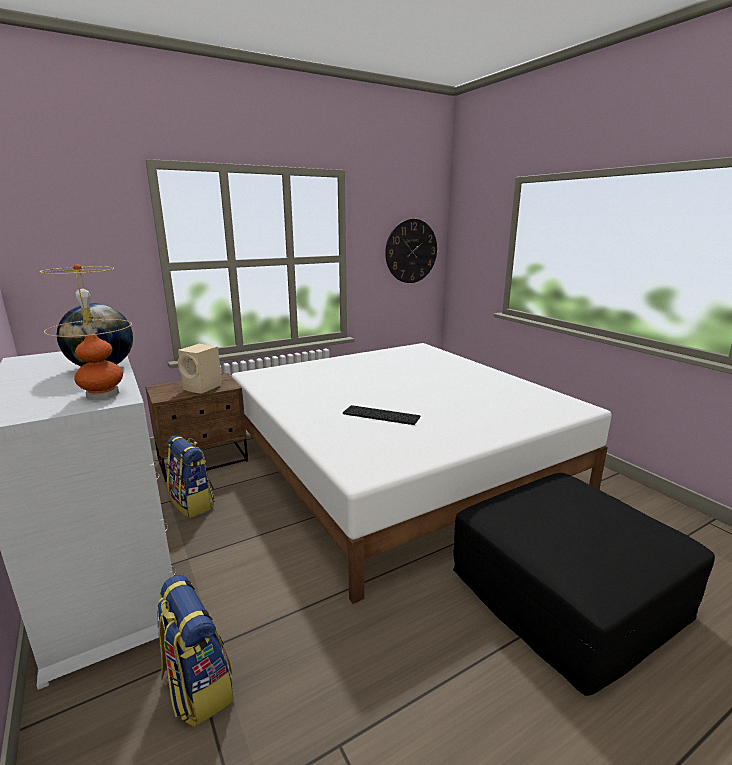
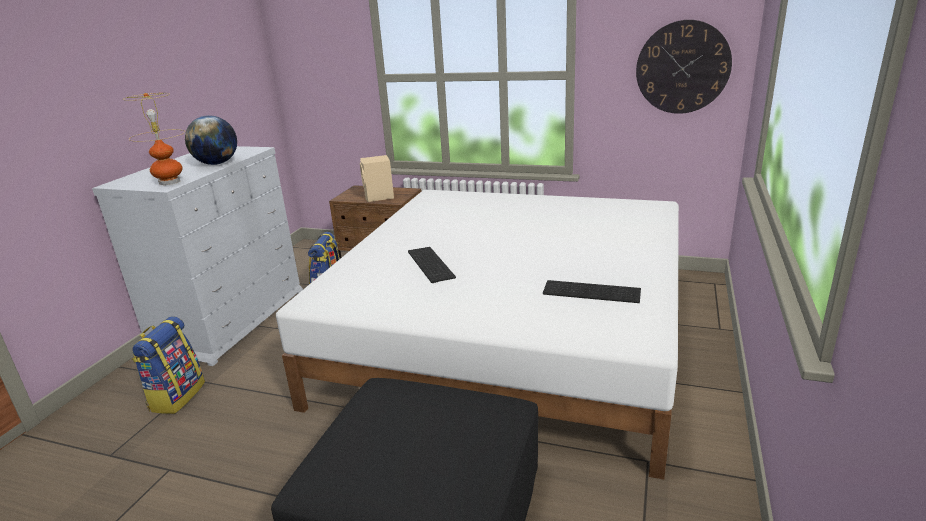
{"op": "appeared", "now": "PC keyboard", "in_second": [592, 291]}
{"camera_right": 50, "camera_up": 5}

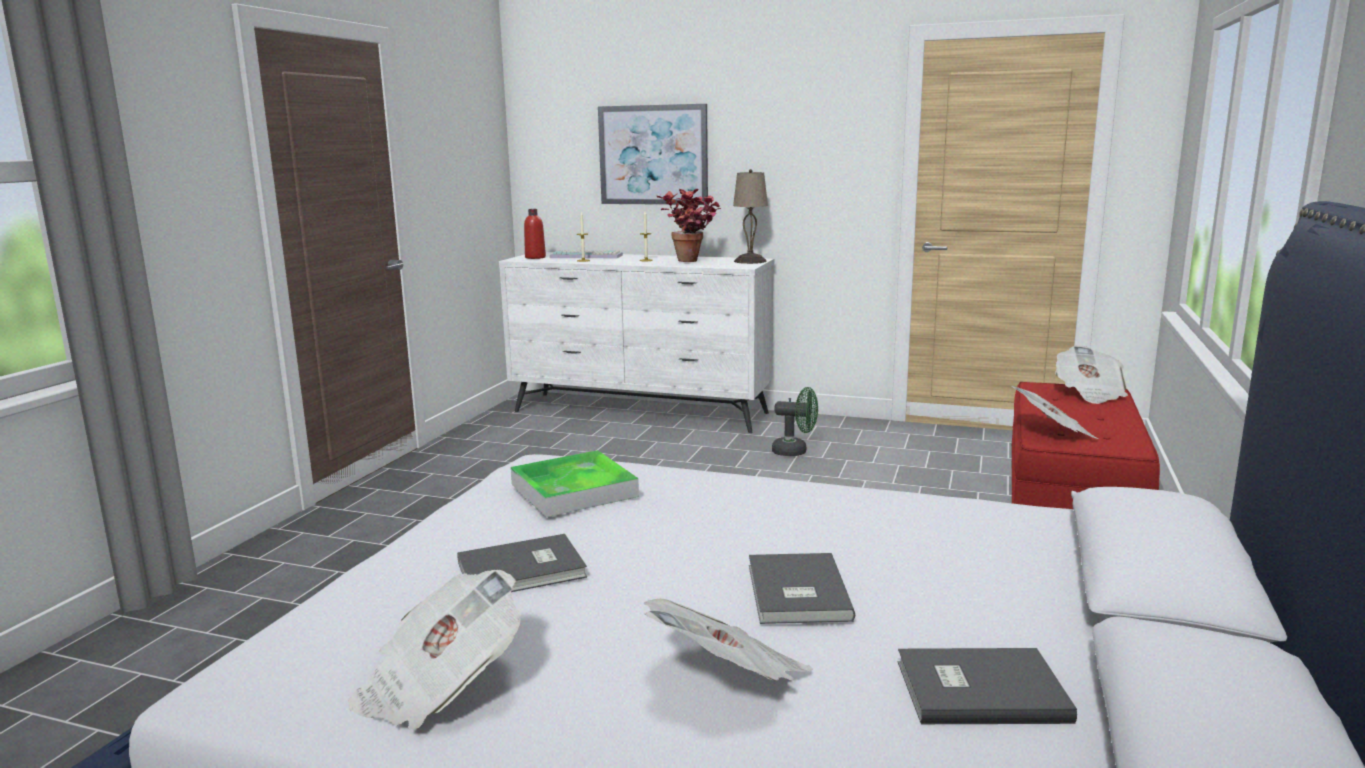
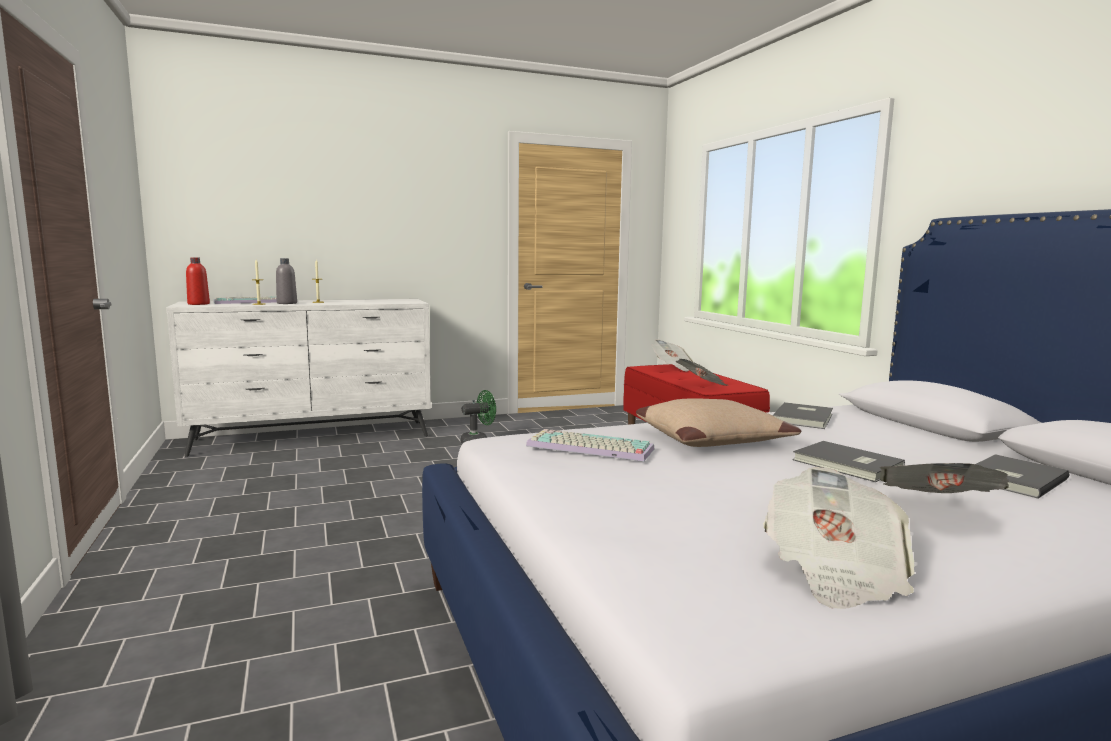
{"op": "missing", "was": "wall art", "in_first": [653, 155]}
{"op": "missing", "was": "plant in a pot", "in_first": [692, 262]}
{"op": "missing", "was": "tabletop lamp/sand-coloured", "in_first": [749, 261]}
{"op": "appeared", "now": "bottle/greyish", "in_second": [287, 303]}
{"op": "appeared", "now": "throw pillow/sand-coloured", "in_second": [711, 439]}
{"op": "relocated", "was": "bound book/greyish", "in_first": [524, 571], "in_second": [805, 418]}
{"op": "exchanged", "was": "carrying tray", "now": "PC keyboard", "in_first": [574, 490], "in_second": [587, 448]}
{"camera_right": -40, "camera_up": -5}

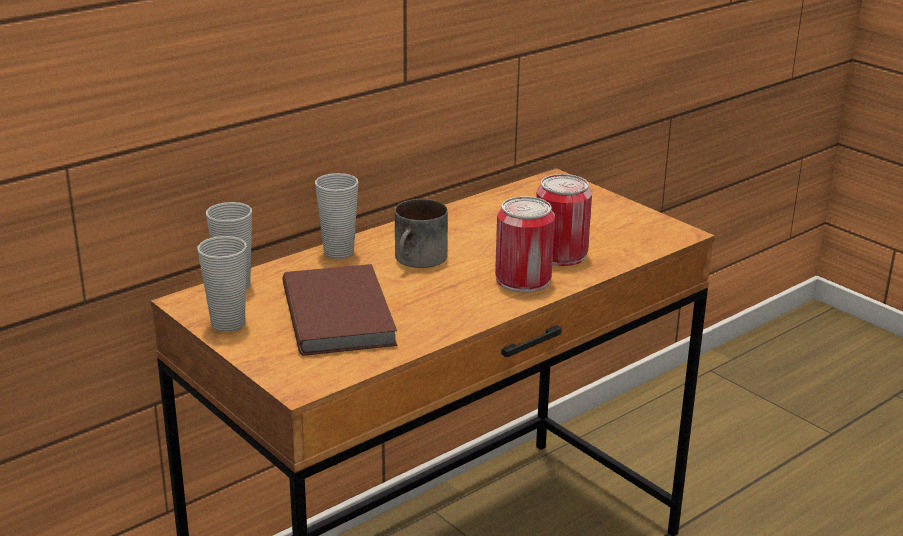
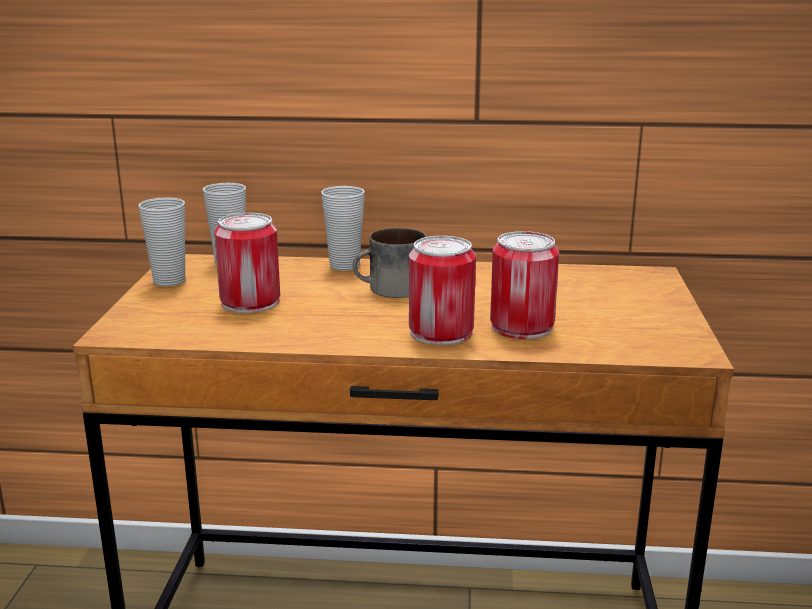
{"op": "exchanged", "was": "bound book/brown", "now": "can", "in_first": [341, 313], "in_second": [250, 302]}
{"camera_right": 45, "camera_up": -5}

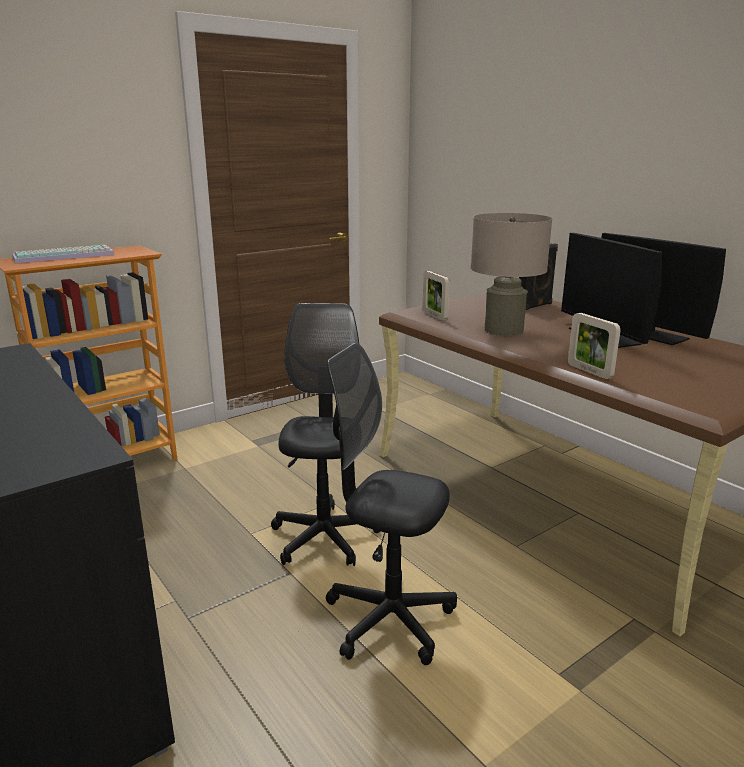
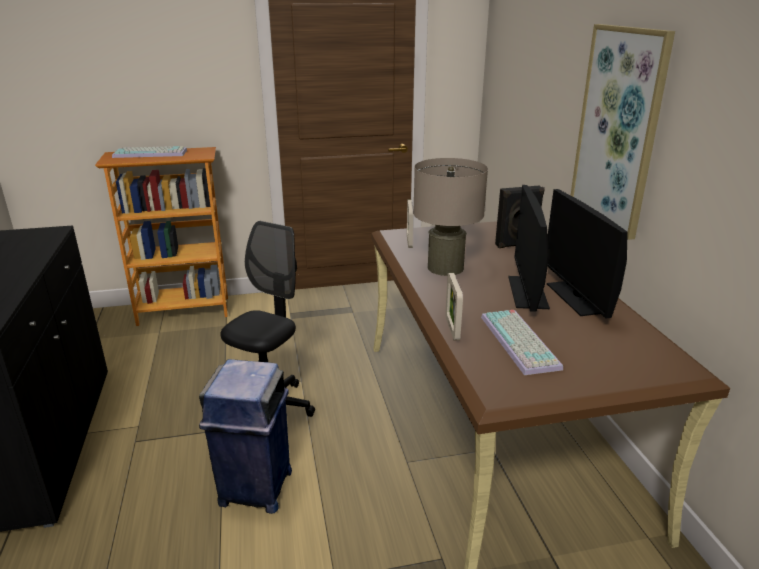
{"op": "appeared", "now": "PC keyboard", "in_second": [521, 342]}
{"op": "appeared", "now": "wall art", "in_second": [618, 129]}
{"op": "exchanged", "was": "office chair/black", "now": "rubbish bin/bluish", "in_first": [389, 619], "in_second": [255, 489]}
{"camera_right": 25, "camera_up": 5}

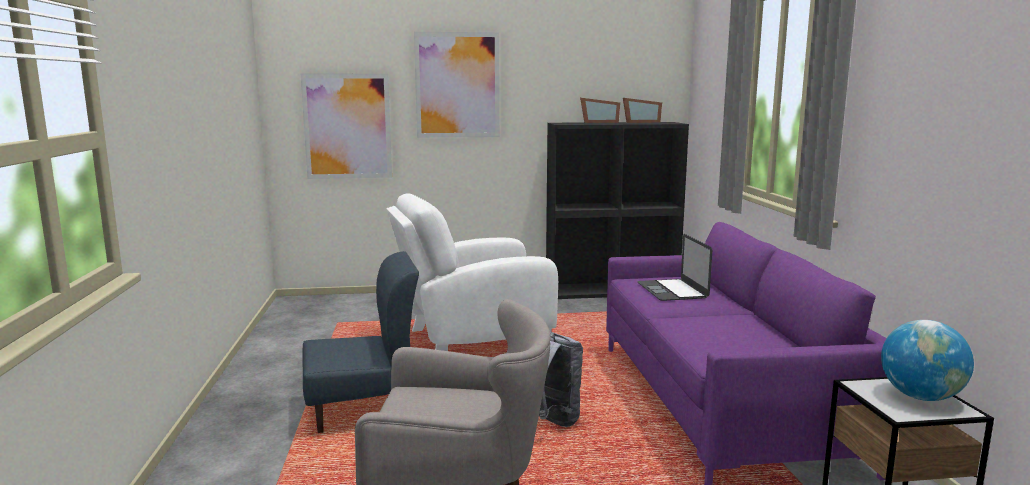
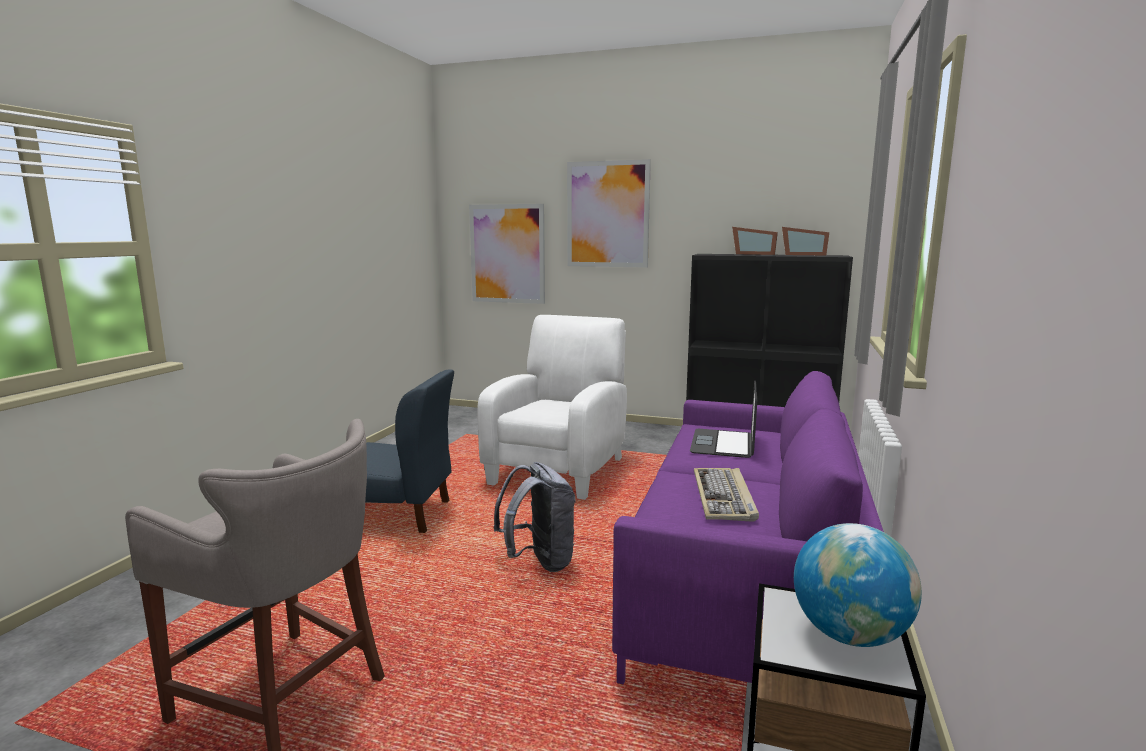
{"op": "appeared", "now": "PC keyboard", "in_second": [724, 497]}
{"op": "spun", "was": "easy chair/whitish", "in_first": [472, 341], "in_second": [560, 469], "clockwise": 105}
{"camera_right": 25, "camera_up": 0}

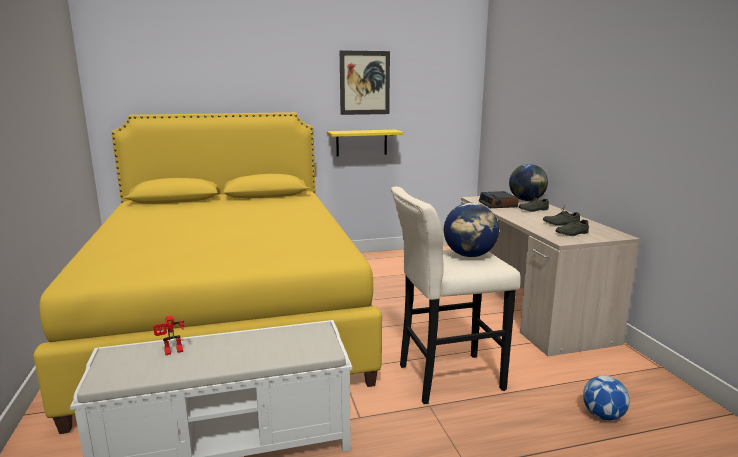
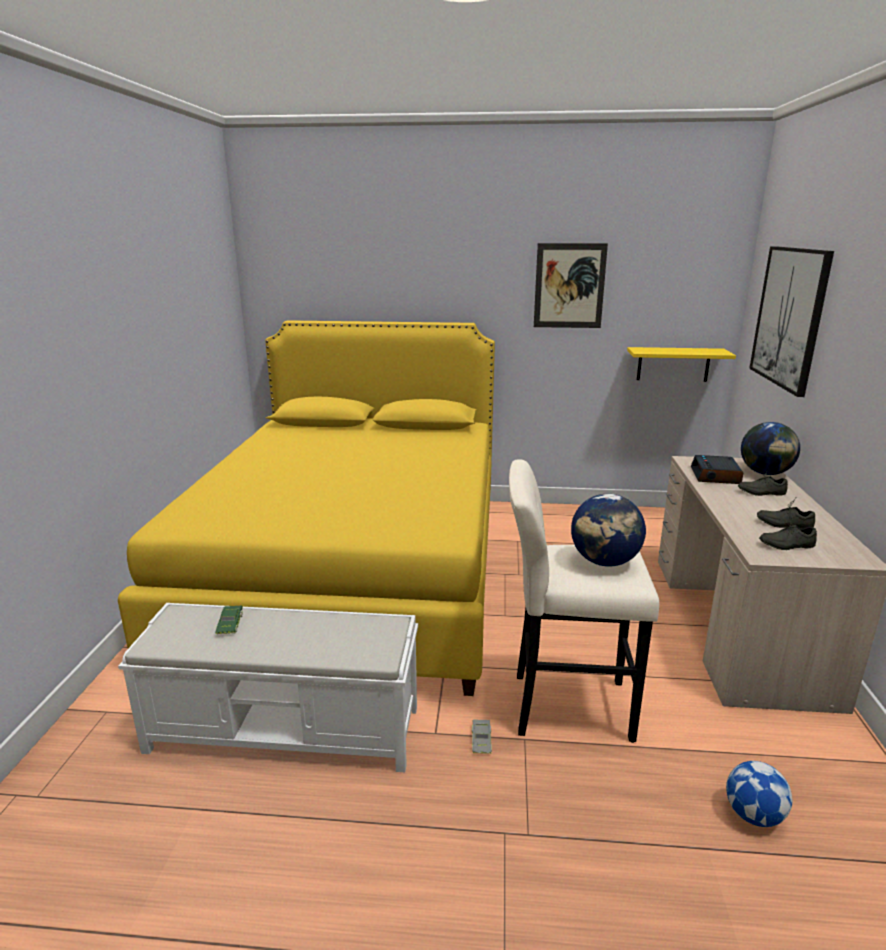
{"op": "appeared", "now": "miniature car/greyish", "in_second": [481, 740]}
{"op": "appeared", "now": "wall art", "in_second": [789, 317]}
{"op": "relocated", "was": "bracket shelf/yellowish", "in_first": [361, 142], "in_second": [673, 364]}
{"op": "exchanged", "was": "robot figure", "now": "miniature car/green-coloured", "in_first": [172, 352], "in_second": [230, 624]}
{"camera_right": 20, "camera_up": 5}

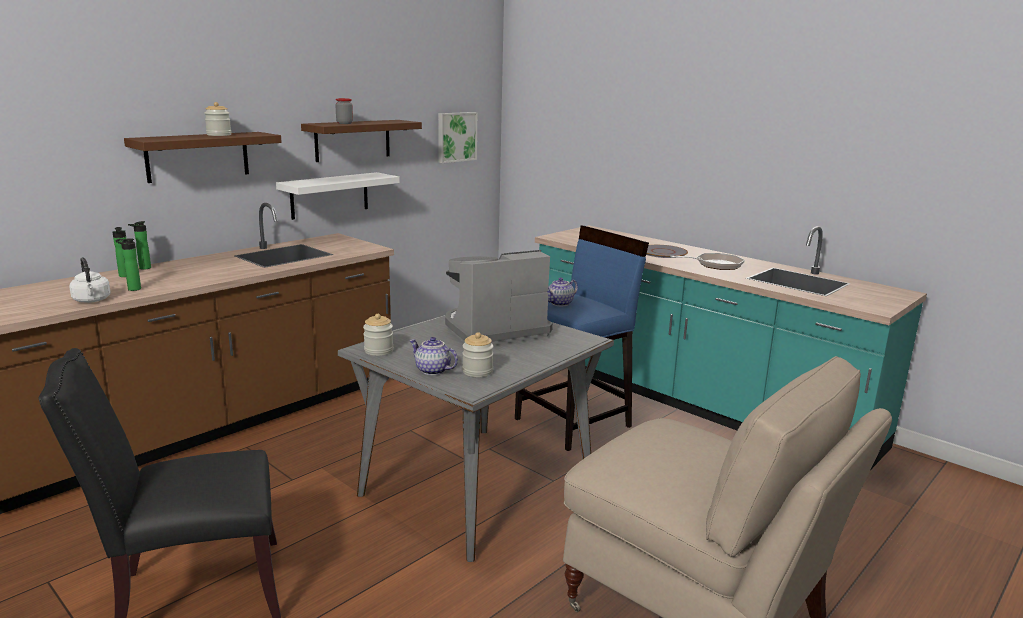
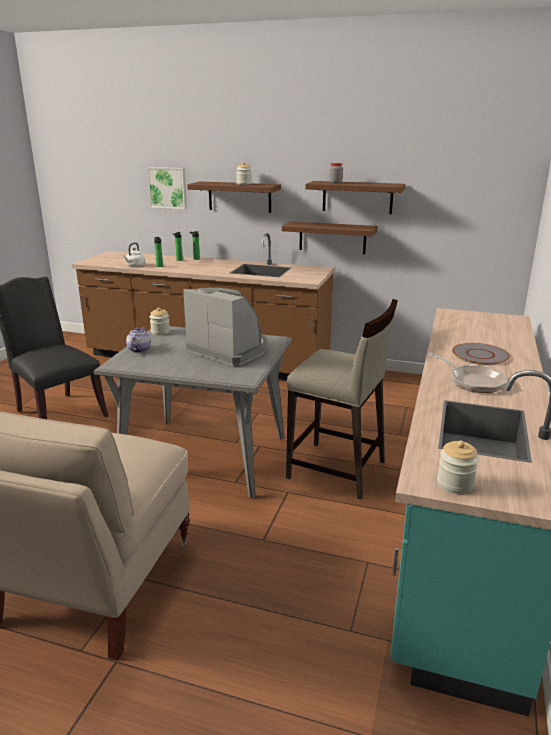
{"op": "missing", "was": "teapot", "in_first": [560, 304]}
{"op": "relocated", "was": "wall art", "in_first": [456, 137], "in_second": [168, 187]}
{"op": "relocated", "was": "storage jar", "in_first": [477, 371], "in_second": [455, 484]}
{"op": "colour", "was": "bracket shelf/whitish", "now": "bracket shelf/brown", "in_first": [329, 195], "in_second": [332, 237]}
{"op": "colour", "was": "stool/bluish", "now": "stool/sand-coloured", "in_first": [574, 422], "in_second": [337, 470]}
{"camera_right": 65, "camera_up": 5}

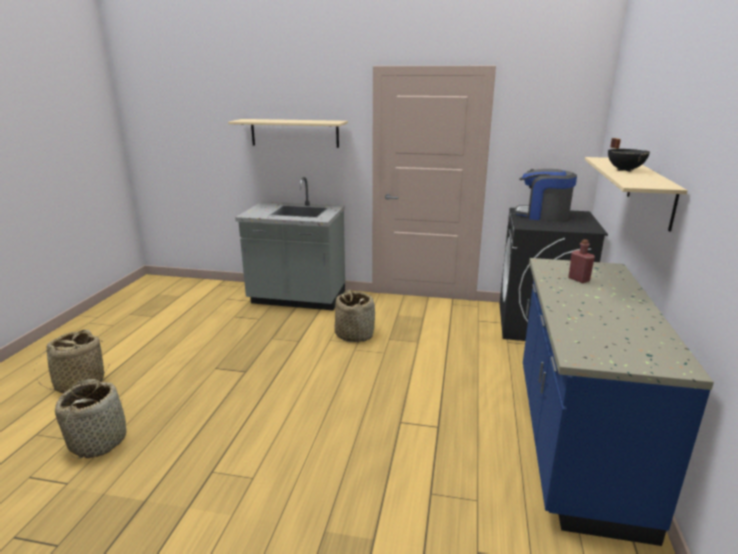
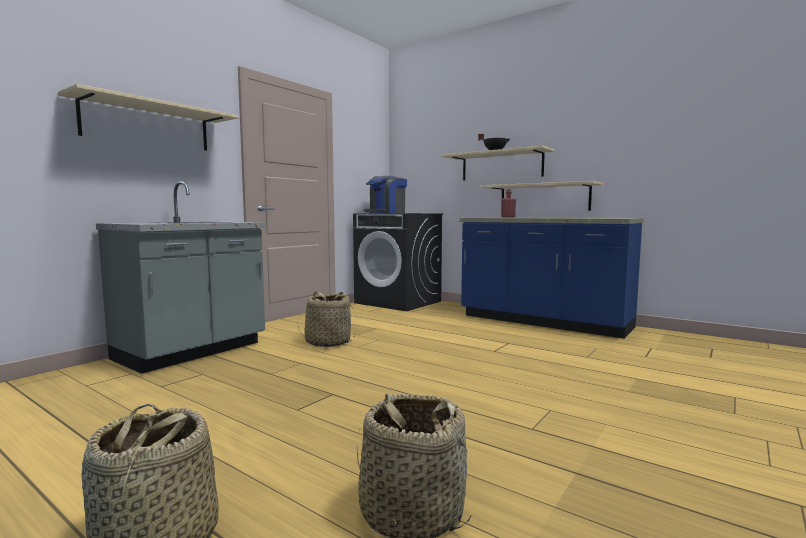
{"op": "appeared", "now": "bracket shelf/sand-coloured", "in_second": [544, 197]}
{"camera_right": -65, "camera_up": -15}

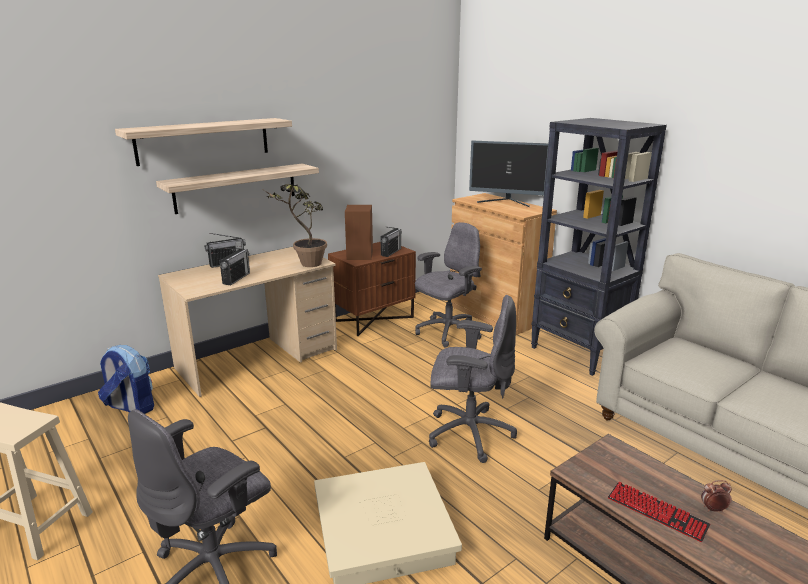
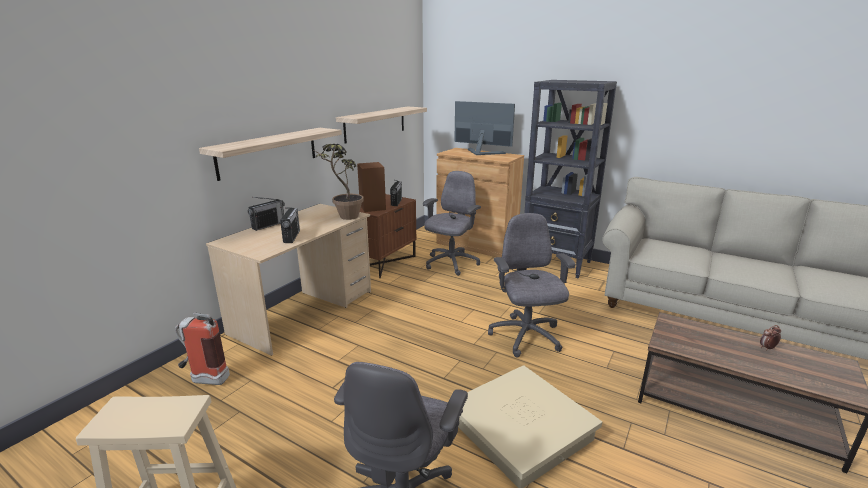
{"op": "missing", "was": "PC keyboard", "in_first": [656, 512]}
{"op": "relocated", "was": "bracket shelf", "in_first": [203, 141], "in_second": [375, 124]}
{"op": "exchanged", "was": "backpack", "now": "fire-fighting cylinder", "in_first": [131, 407], "in_second": [204, 379]}
{"op": "spun", "was": "office chair/greyish", "in_first": [468, 433], "in_second": [526, 337], "clockwise": -90}
{"op": "spun", "was": "monitor", "in_first": [506, 202], "in_second": [481, 153], "clockwise": -150}
{"camera_right": -20, "camera_up": 0}

